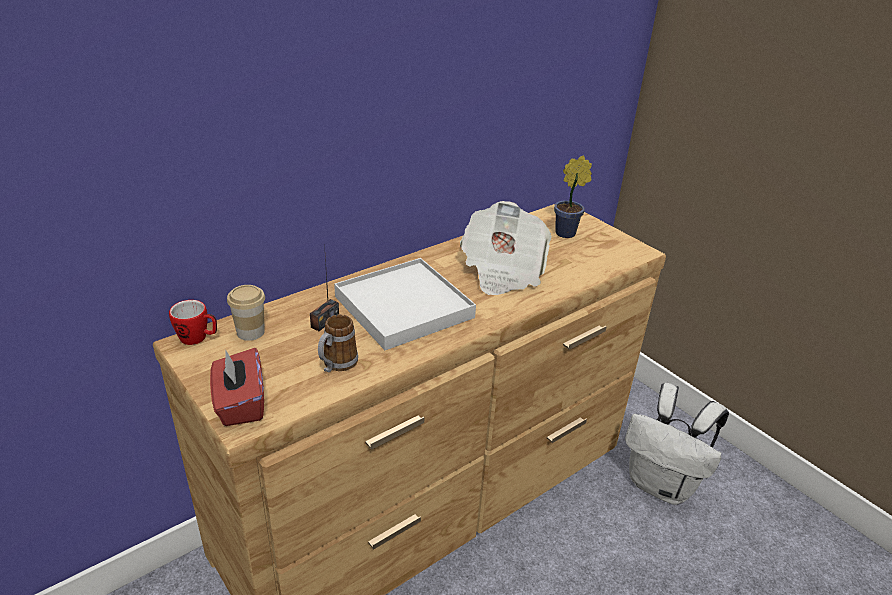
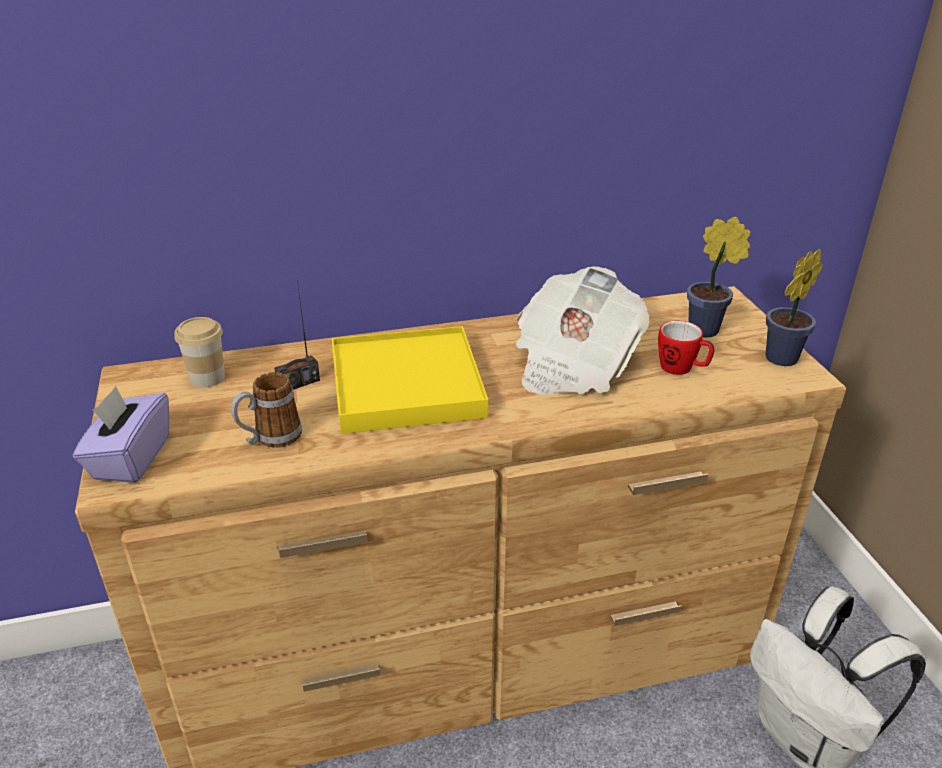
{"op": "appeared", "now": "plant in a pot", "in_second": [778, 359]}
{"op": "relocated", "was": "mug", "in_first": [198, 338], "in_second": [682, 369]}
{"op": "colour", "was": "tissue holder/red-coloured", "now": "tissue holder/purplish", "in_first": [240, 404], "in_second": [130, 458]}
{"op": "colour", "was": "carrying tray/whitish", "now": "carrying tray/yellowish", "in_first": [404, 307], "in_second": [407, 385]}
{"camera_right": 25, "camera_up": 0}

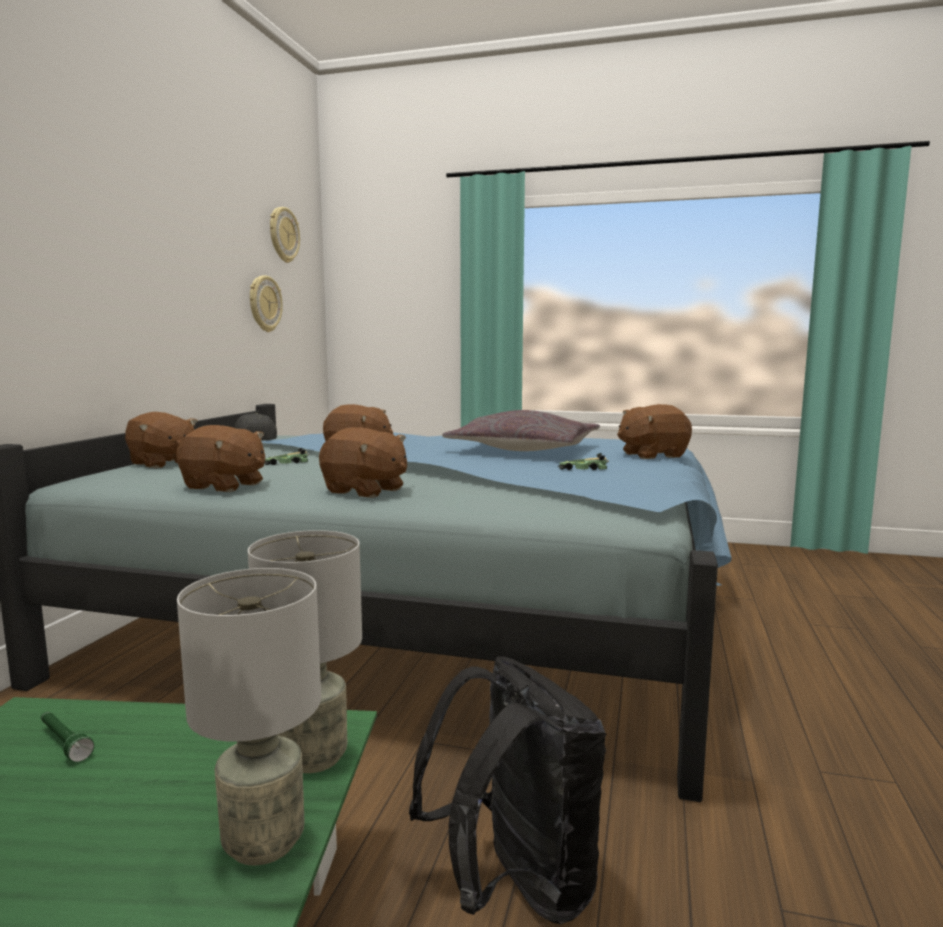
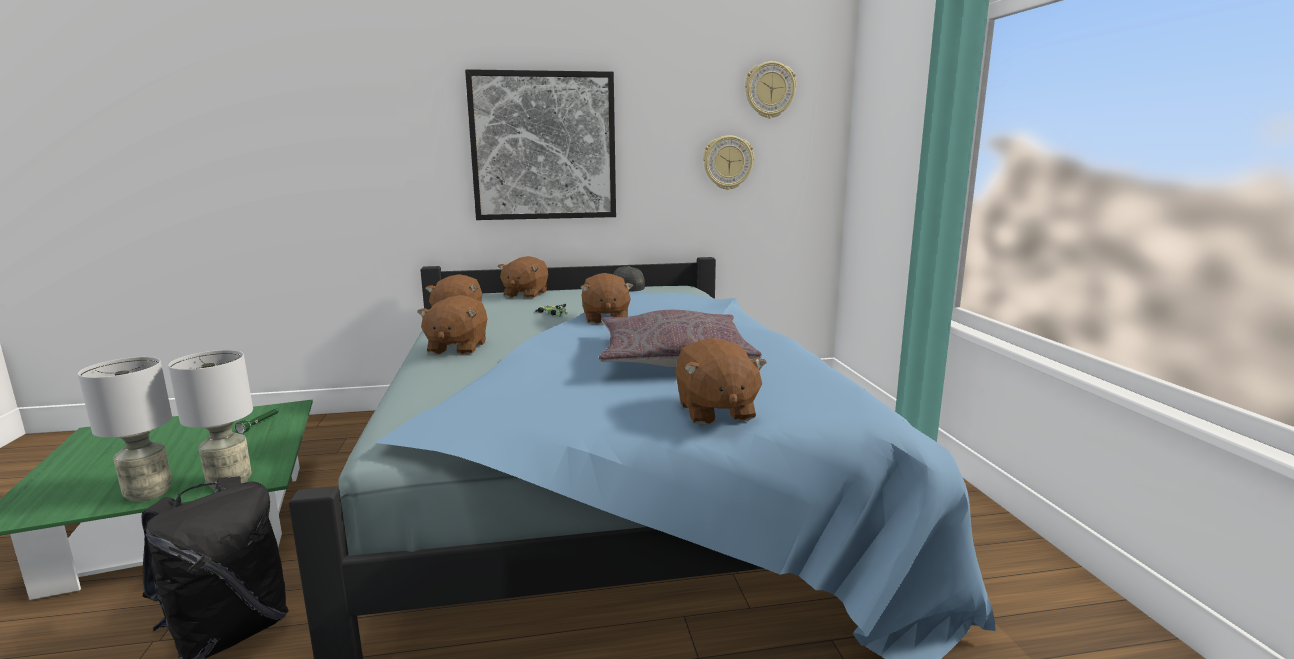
{"op": "missing", "was": "miniature car", "in_first": [583, 468]}
{"op": "appeared", "now": "wall art", "in_second": [543, 146]}
{"op": "spun", "was": "cuddly toy/brown", "in_first": [652, 455], "in_second": [715, 411], "clockwise": -150}
{"camera_right": 65, "camera_up": 5}

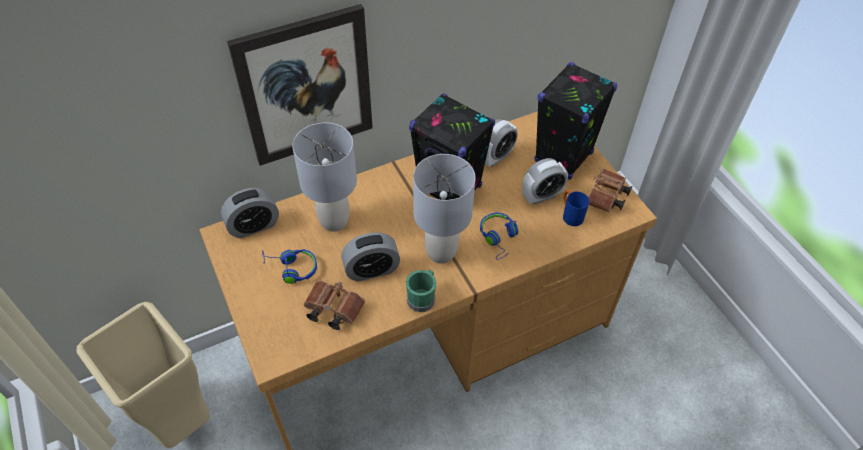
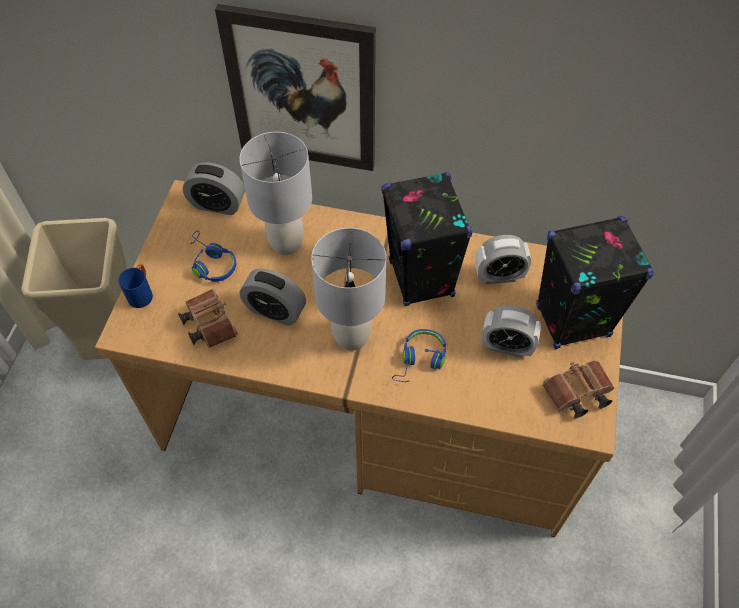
{"op": "missing", "was": "mug/green-coloured", "in_first": [422, 297]}
{"op": "relocated", "was": "mug/bluish", "in_first": [570, 215], "in_second": [142, 293]}
{"camera_right": 40, "camera_up": 5}

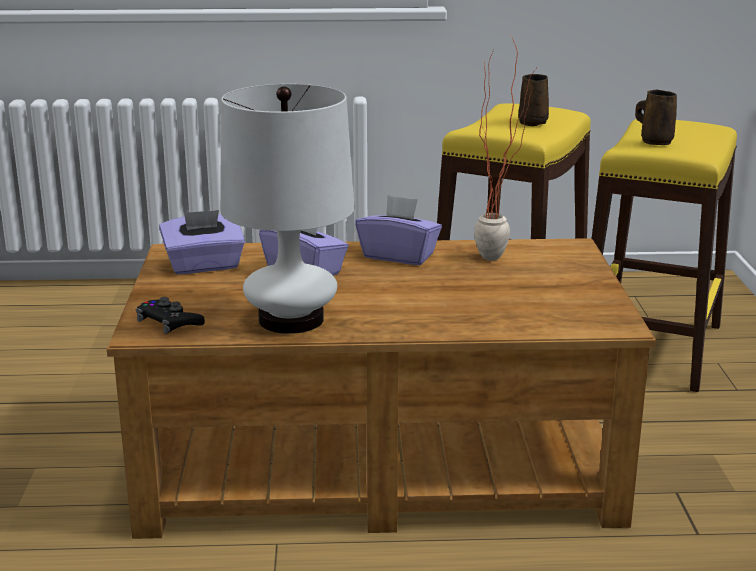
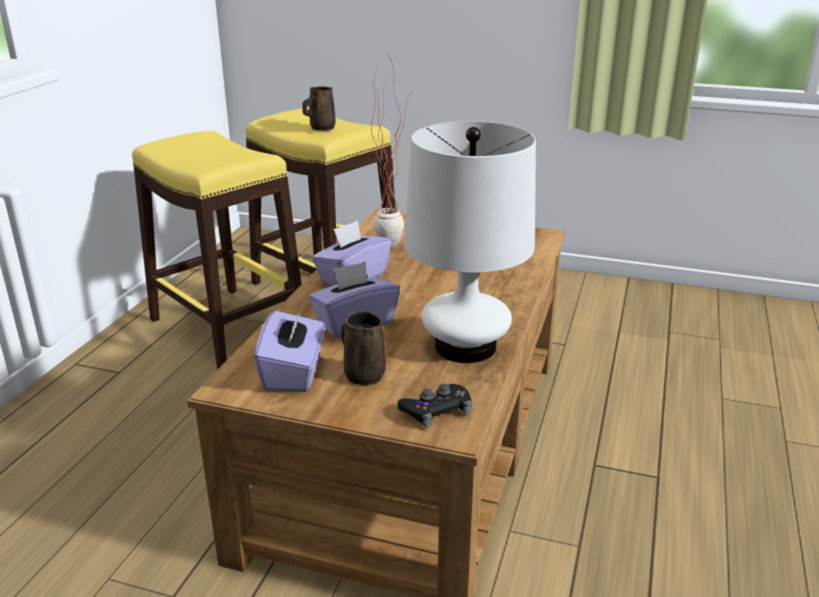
{"op": "relocated", "was": "mug/brown", "in_first": [533, 122], "in_second": [363, 374]}
{"camera_right": -70, "camera_up": 5}

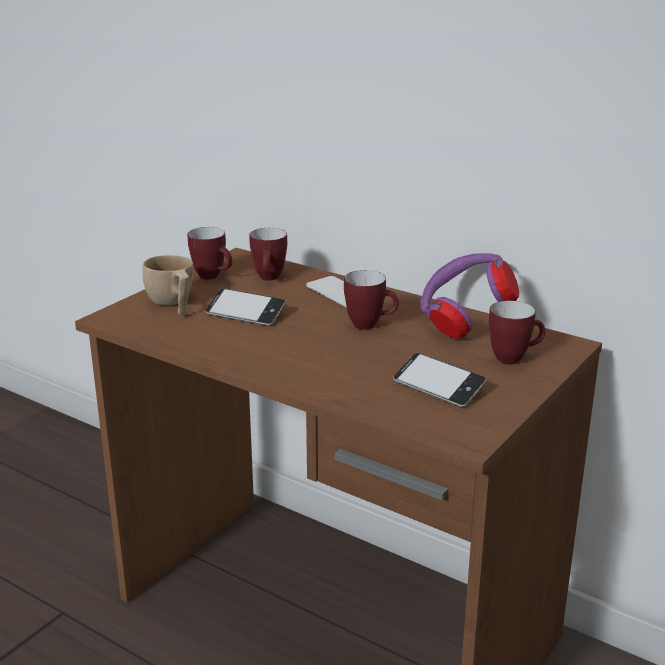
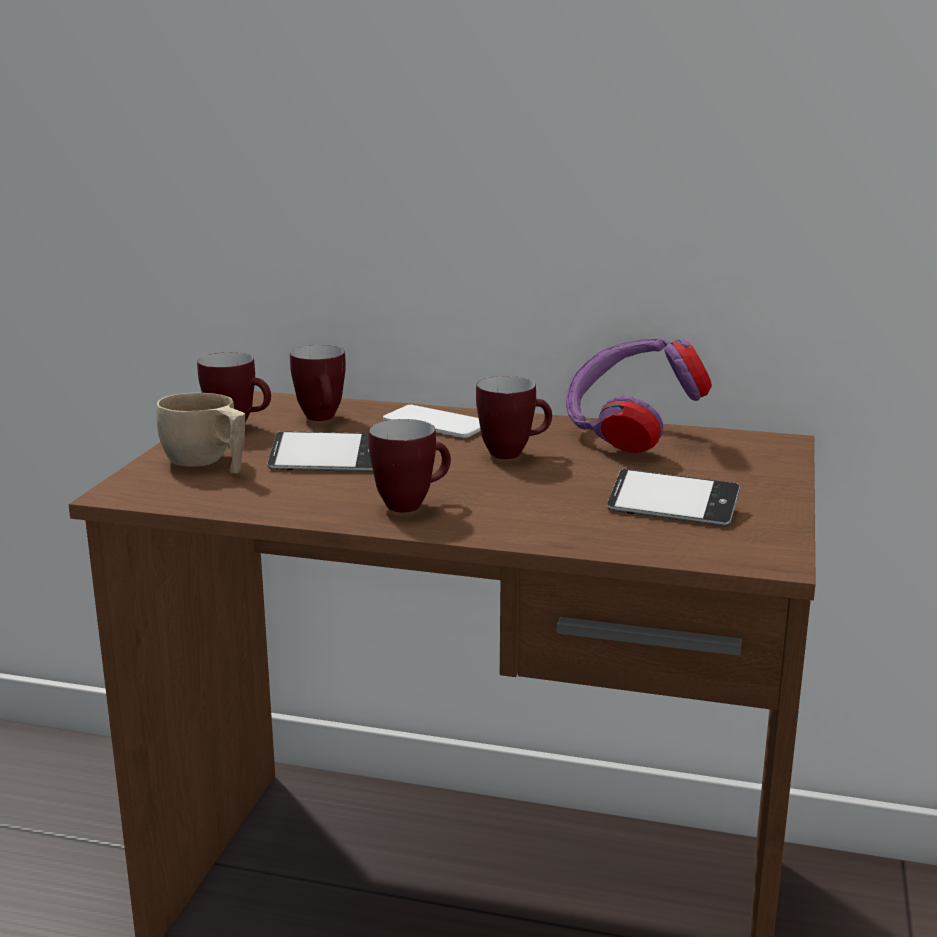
{"op": "relocated", "was": "mug", "in_first": [514, 358], "in_second": [411, 504]}
{"camera_right": -20, "camera_up": -5}

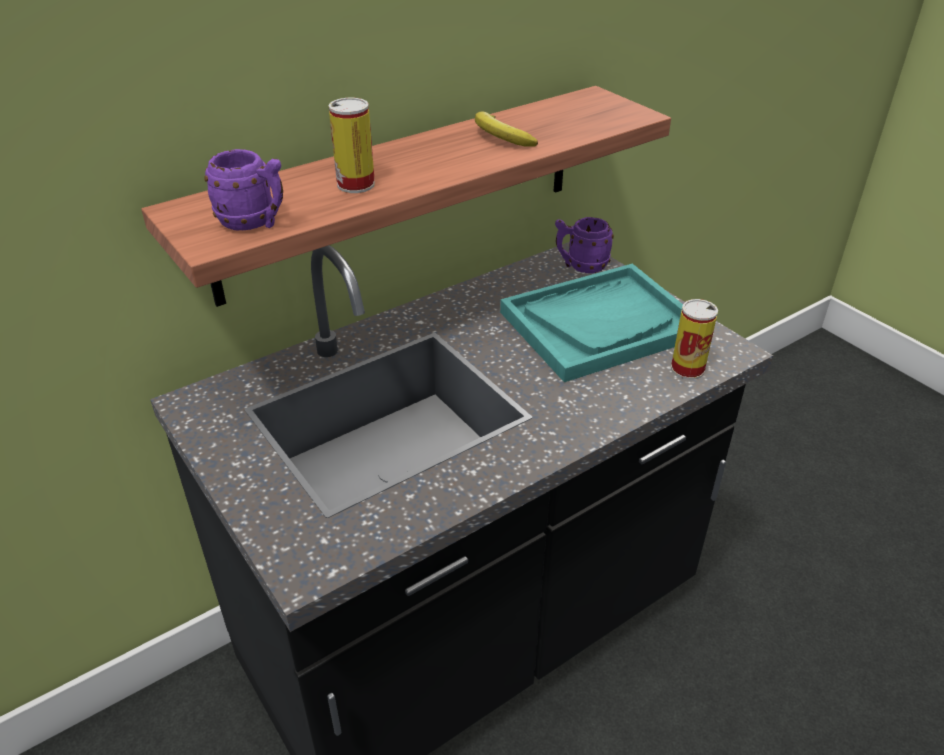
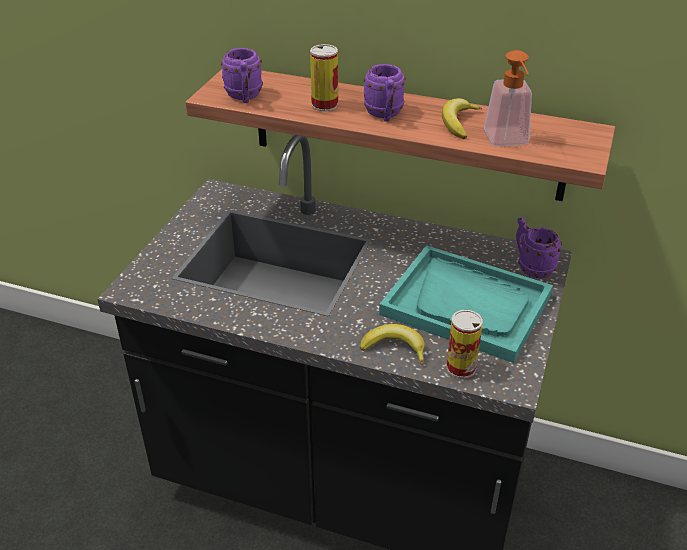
{"op": "appeared", "now": "banana fruit", "in_second": [395, 348]}
{"op": "appeared", "now": "mug/purplish", "in_second": [384, 115]}
{"op": "appeared", "now": "soap bottle", "in_second": [508, 142]}
{"camera_right": 55, "camera_up": 0}

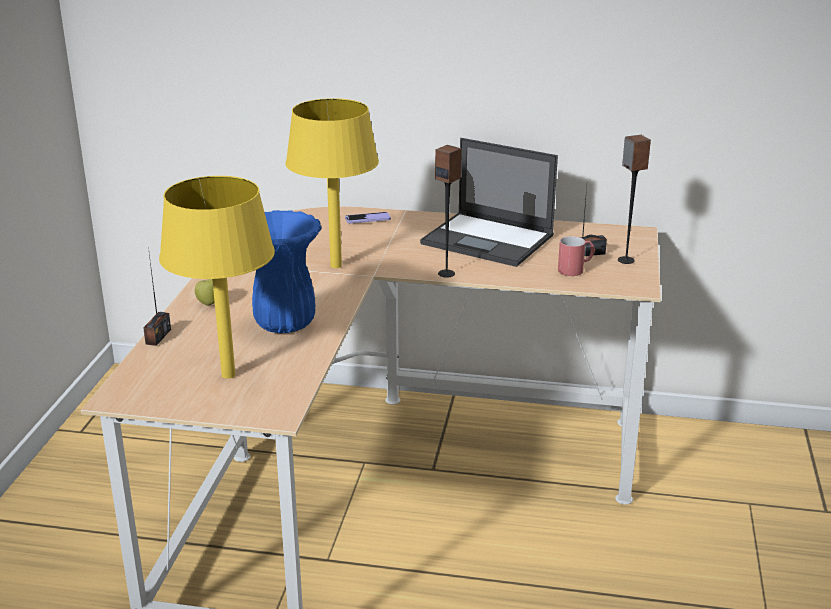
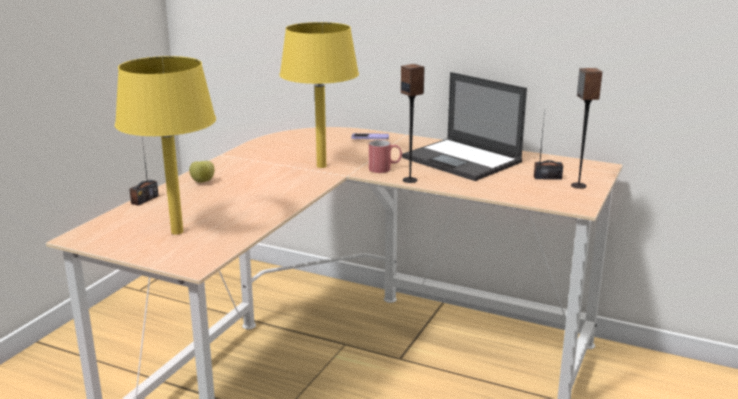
{"op": "missing", "was": "decorative vase/bluish", "in_first": [286, 325]}
{"op": "relocated", "was": "mug/red-coloured", "in_first": [576, 269], "in_second": [385, 169]}
{"camera_right": 15, "camera_up": -5}

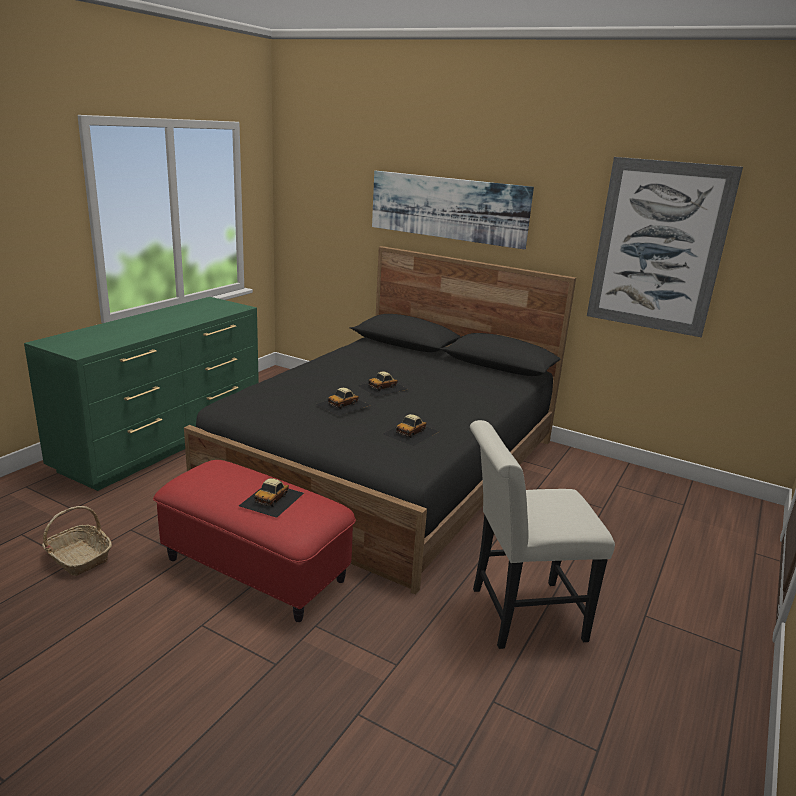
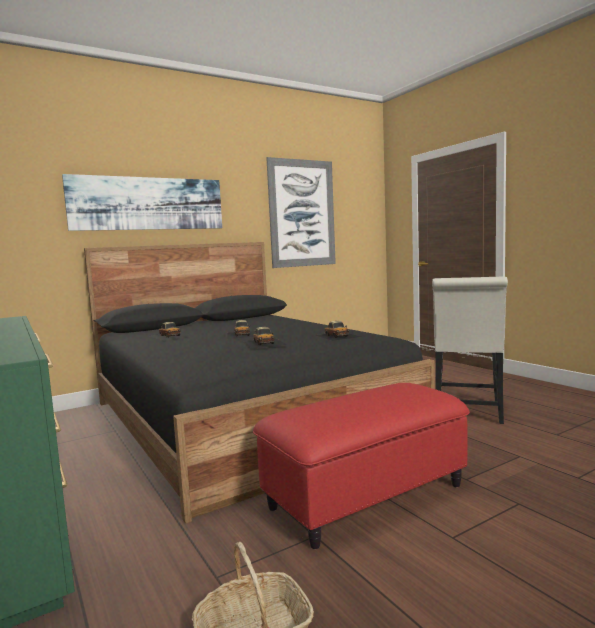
{"op": "relocated", "was": "miniature car", "in_first": [272, 499], "in_second": [170, 335]}
{"camera_right": -60, "camera_up": -15}

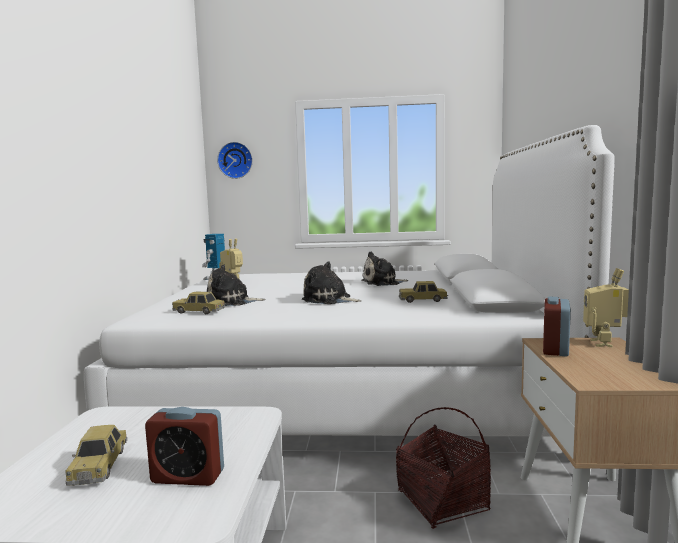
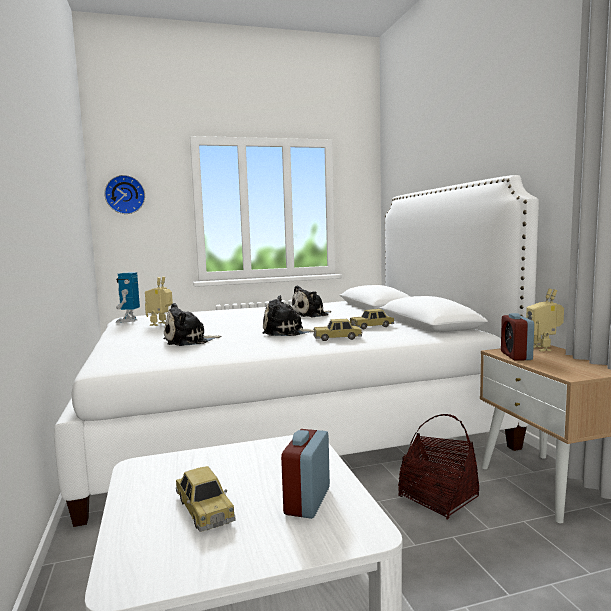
{"op": "relocated", "was": "miniature car", "in_first": [199, 311], "in_second": [337, 338]}
{"op": "spun", "was": "alarm clock", "in_first": [188, 476], "in_second": [307, 501], "clockwise": 120}
{"camera_right": -20, "camera_up": 0}

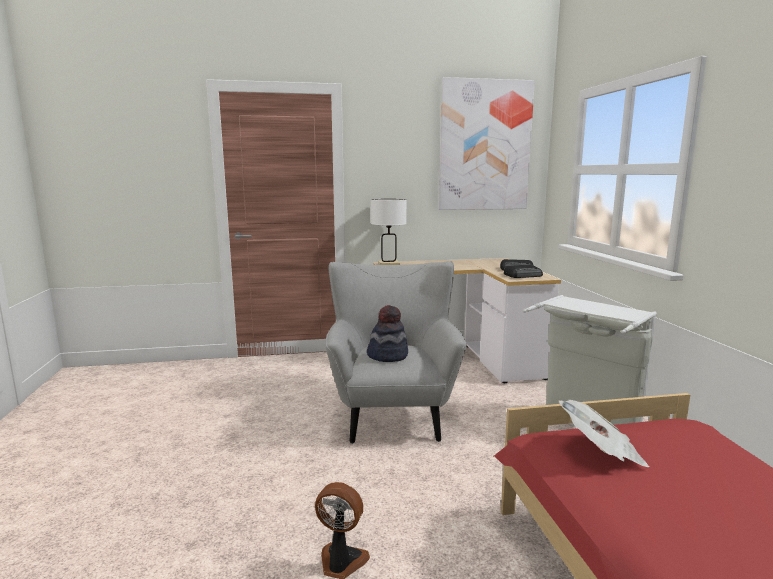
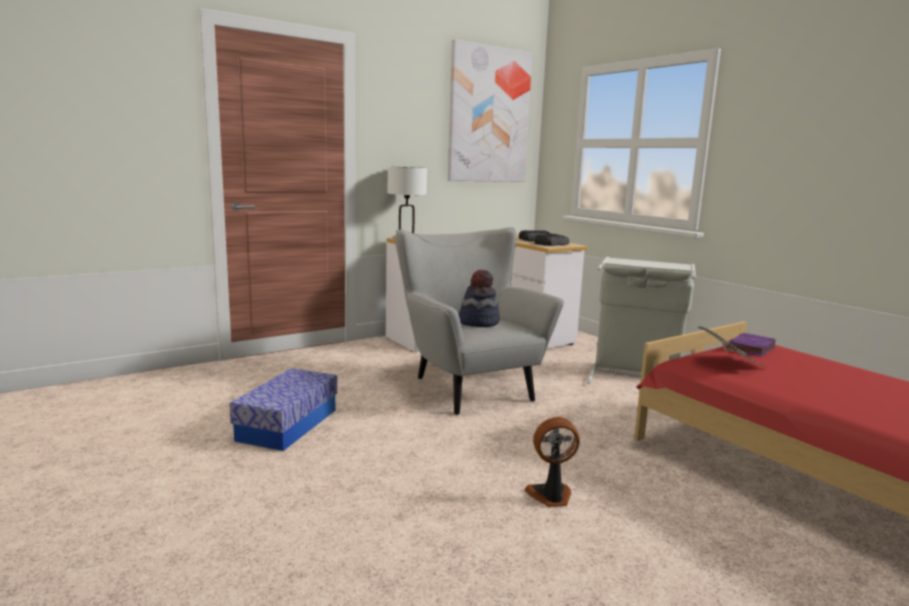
{"op": "appeared", "now": "storage bin", "in_second": [288, 425]}
{"op": "appeared", "now": "bound book/purplish", "in_second": [751, 348]}
{"camera_right": -25, "camera_up": 0}

